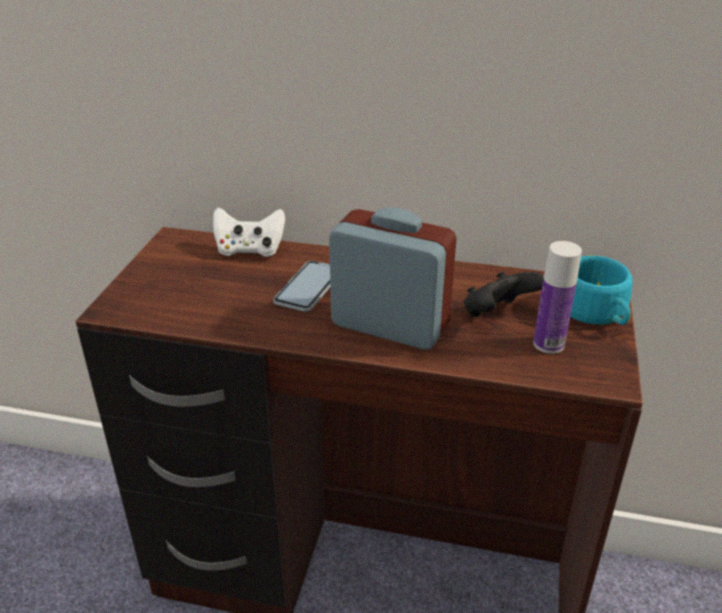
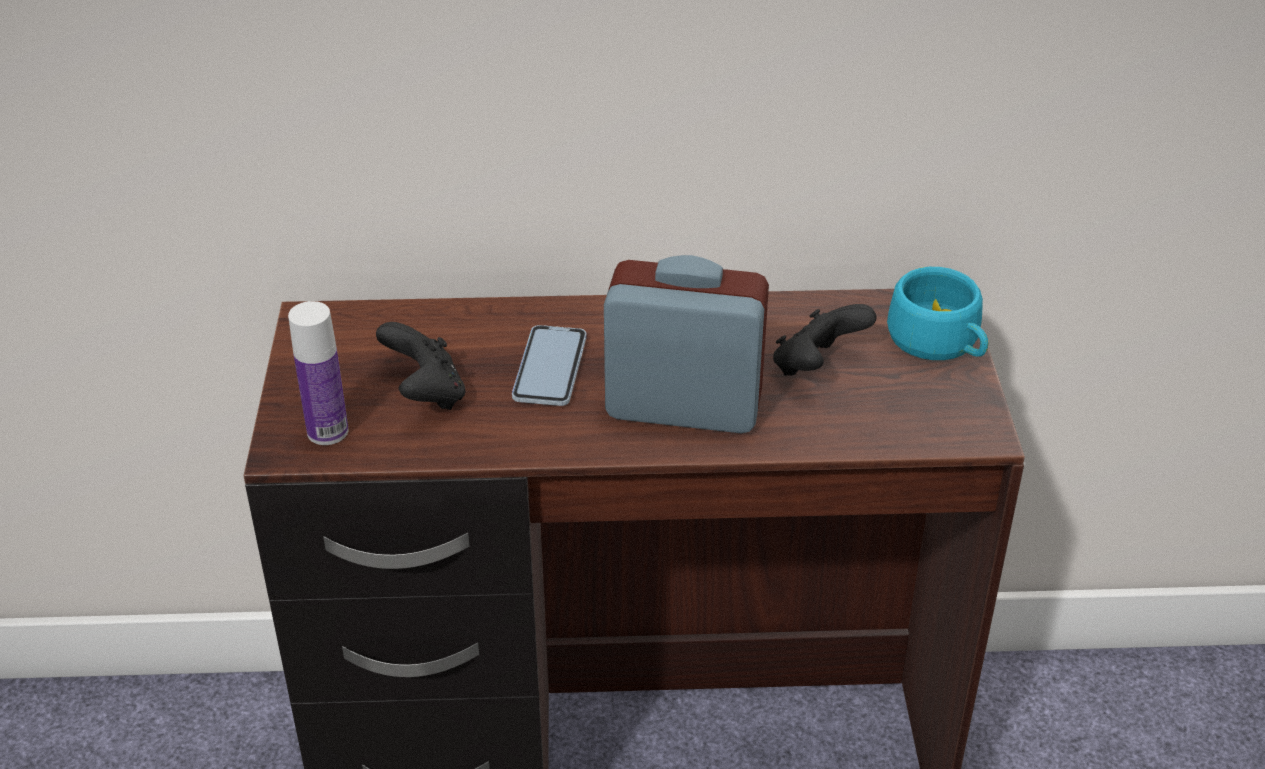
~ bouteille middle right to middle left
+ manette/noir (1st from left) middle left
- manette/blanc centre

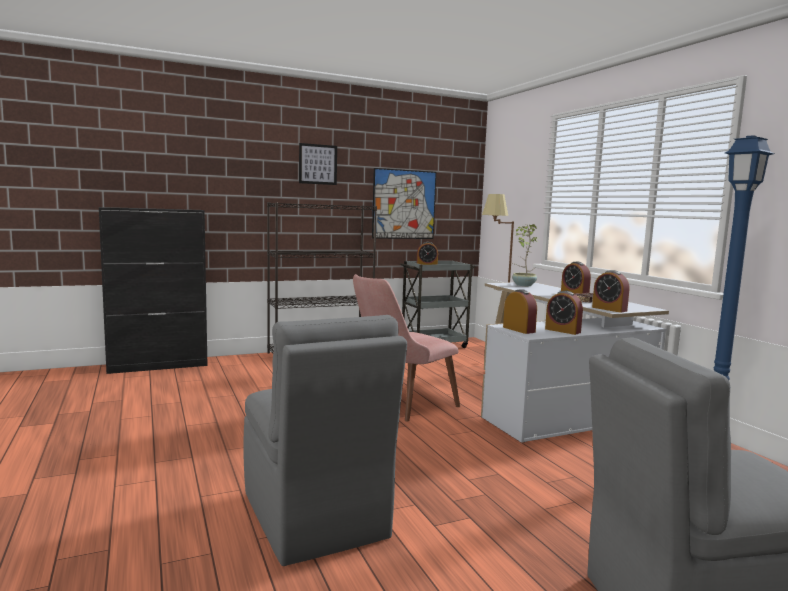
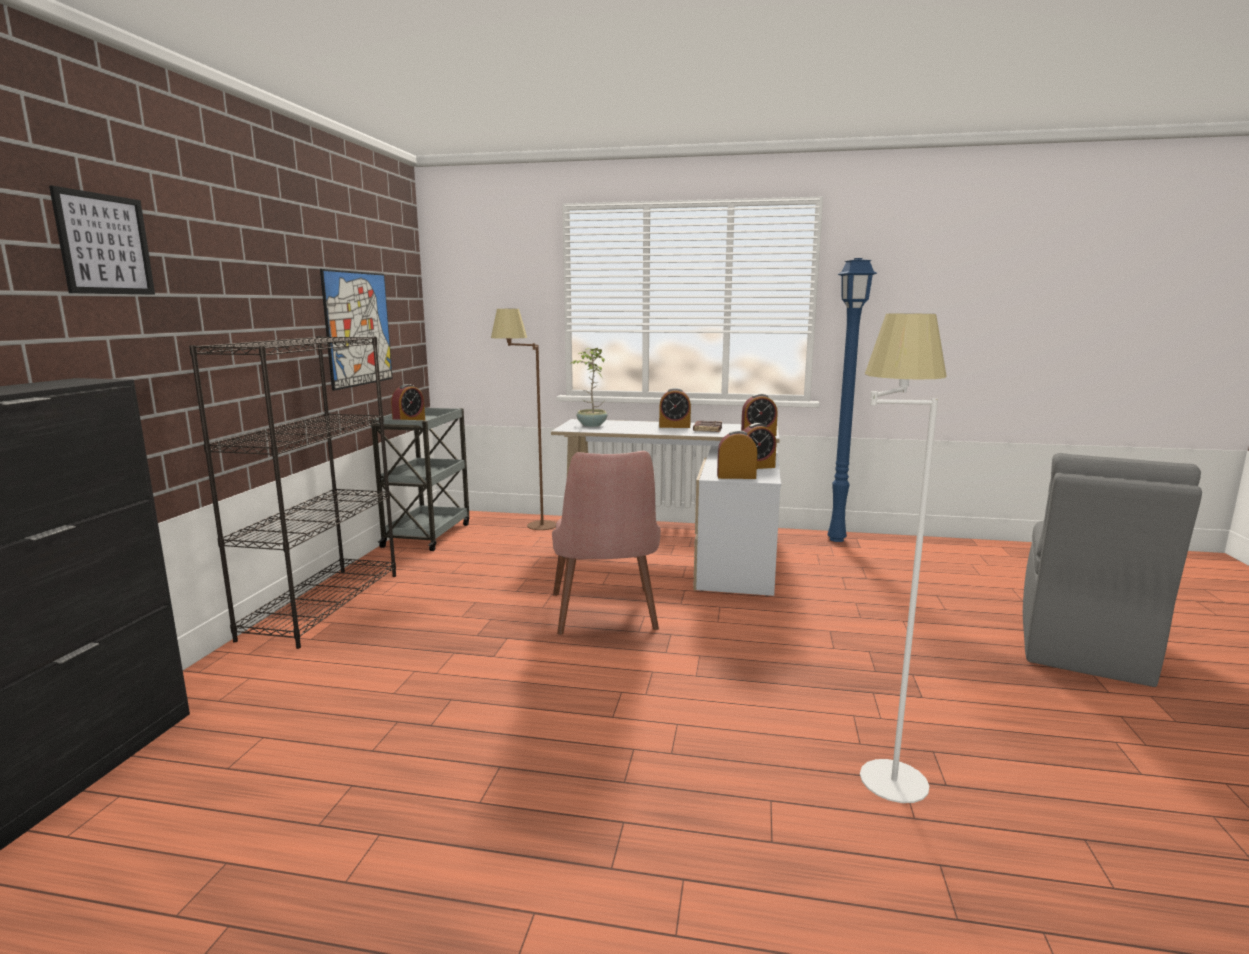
~ tableau (1st from left) top centre to top left
~ chaise/gris (1st from left) bottom centre to lampadaire/blanc middle right

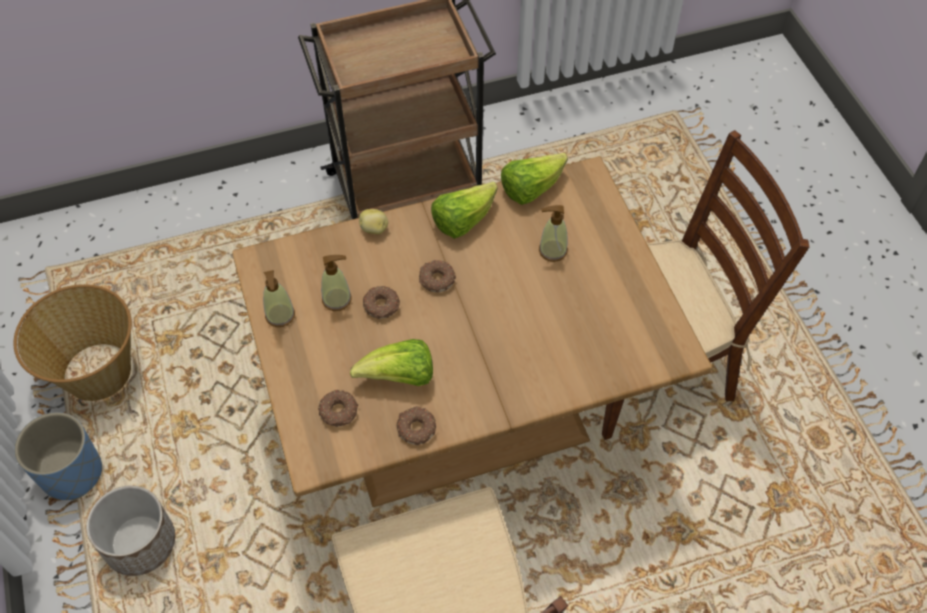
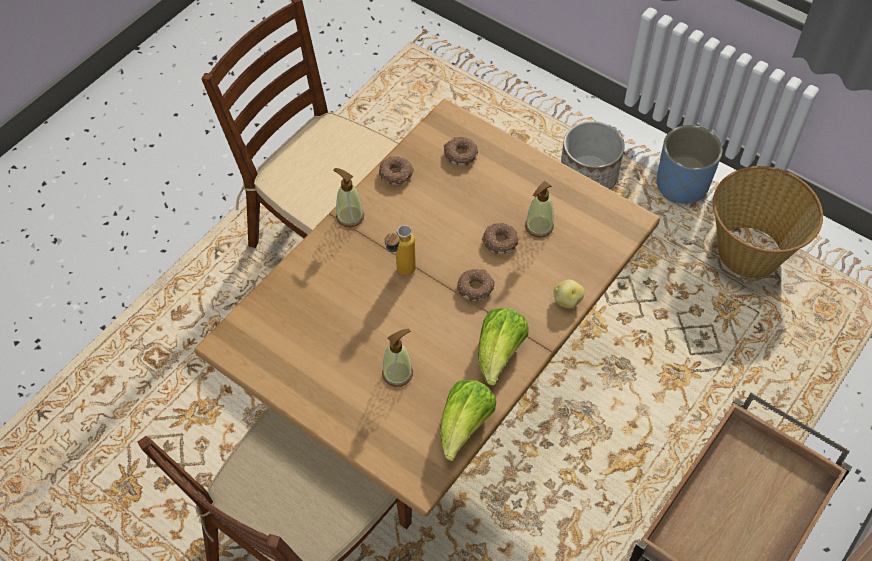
~ distributeur de savon (1st from left) middle left to centre
+ bouteille centre
- laitue (1st from left) centre

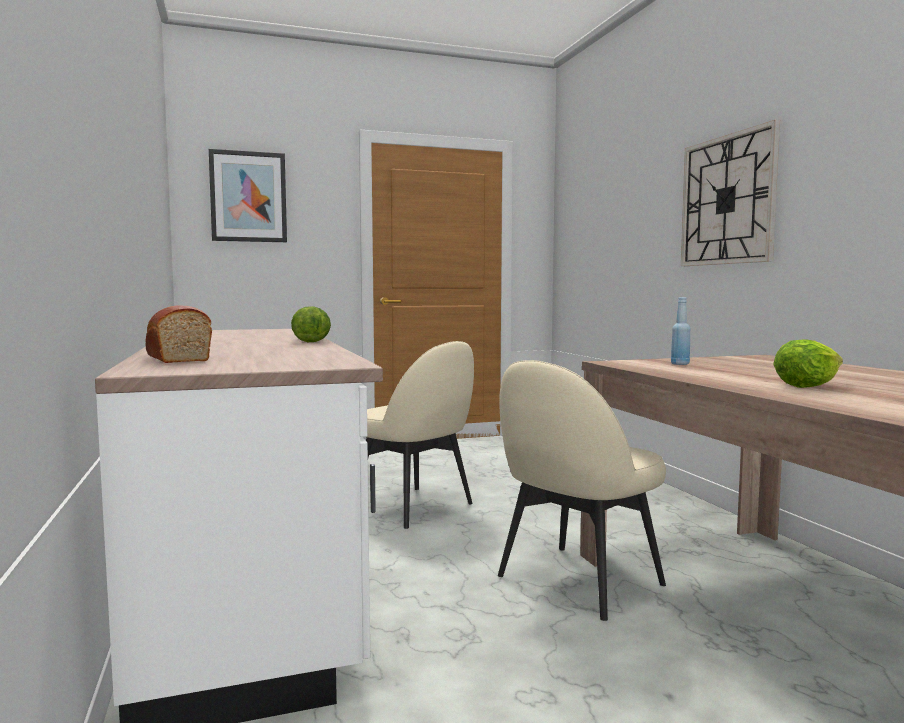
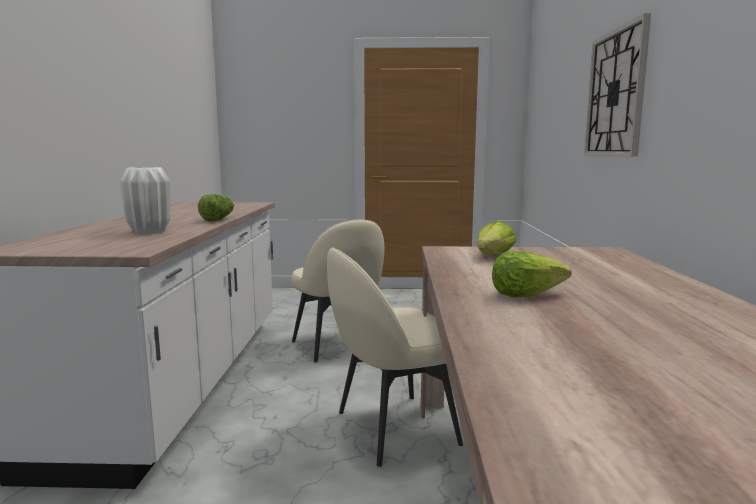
+ vase/blanc middle left
~ bouteille/bleu middle right to laitue (2nd from left) centre
- pain middle left
- tableau top left

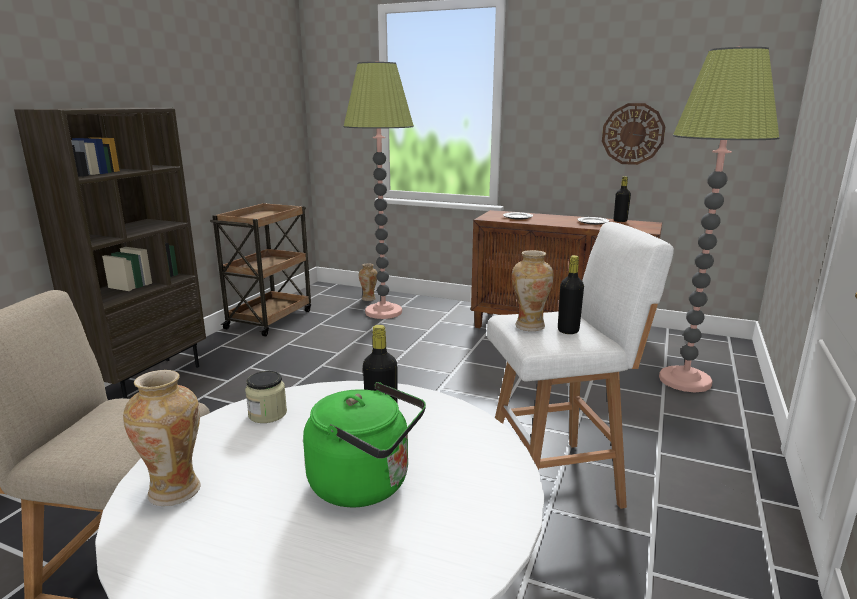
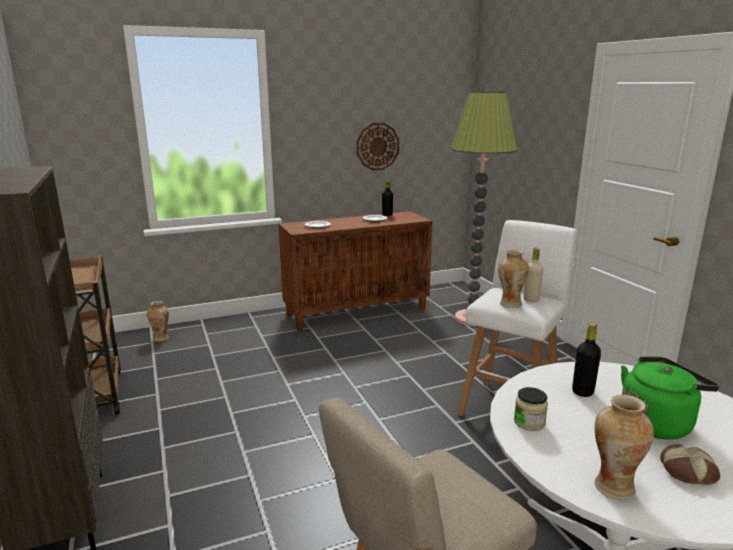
~ bouteille/noir (2nd from left) centre to bouteille/beige middle right
+ pain bottom right
- lampadaire (1st from left) top centre

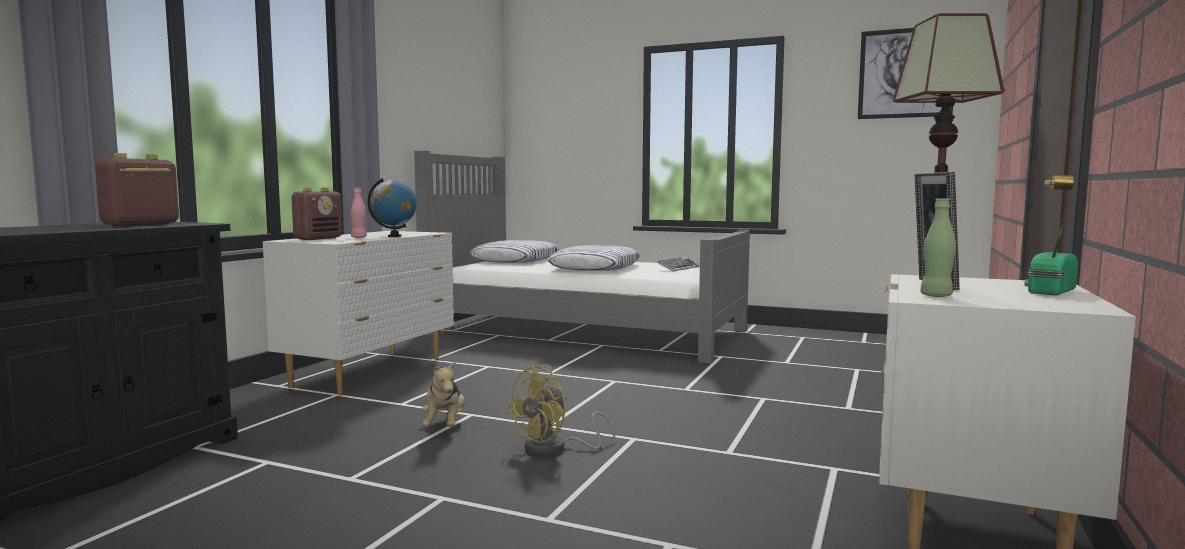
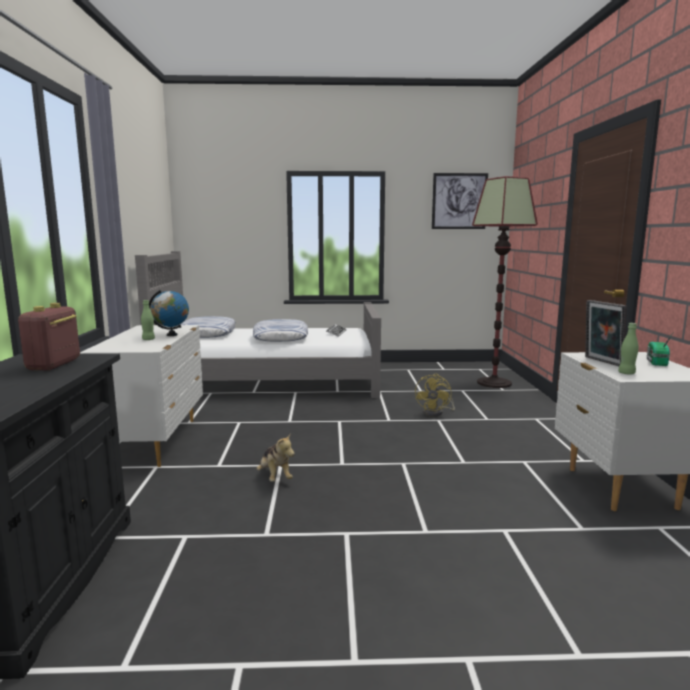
~ bouteille/rose middle left to bouteille/vert (1st from left) middle left
~ ventilateur/jaune bottom centre to centre
- radio (2nd from left) middle left

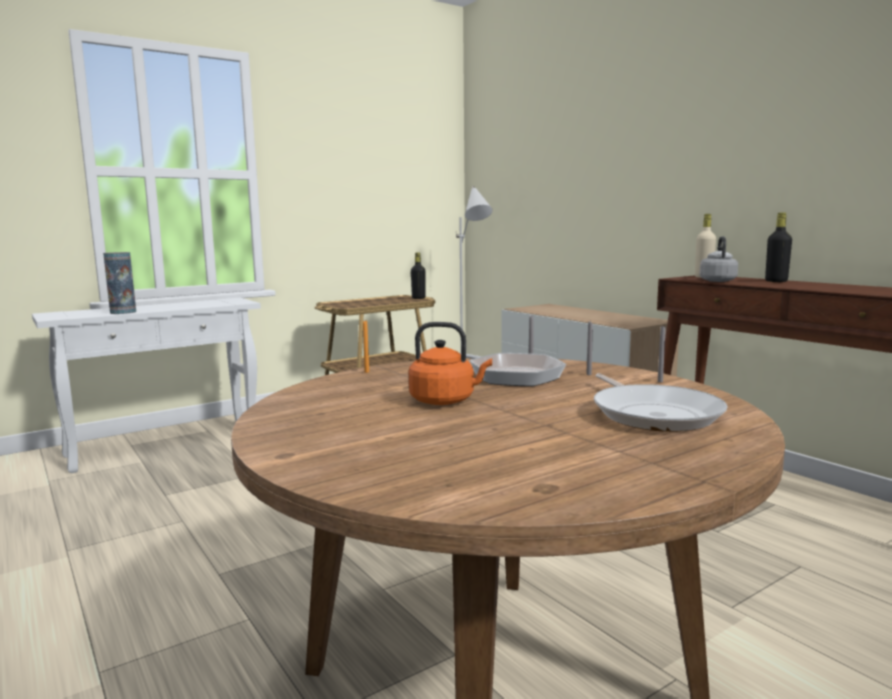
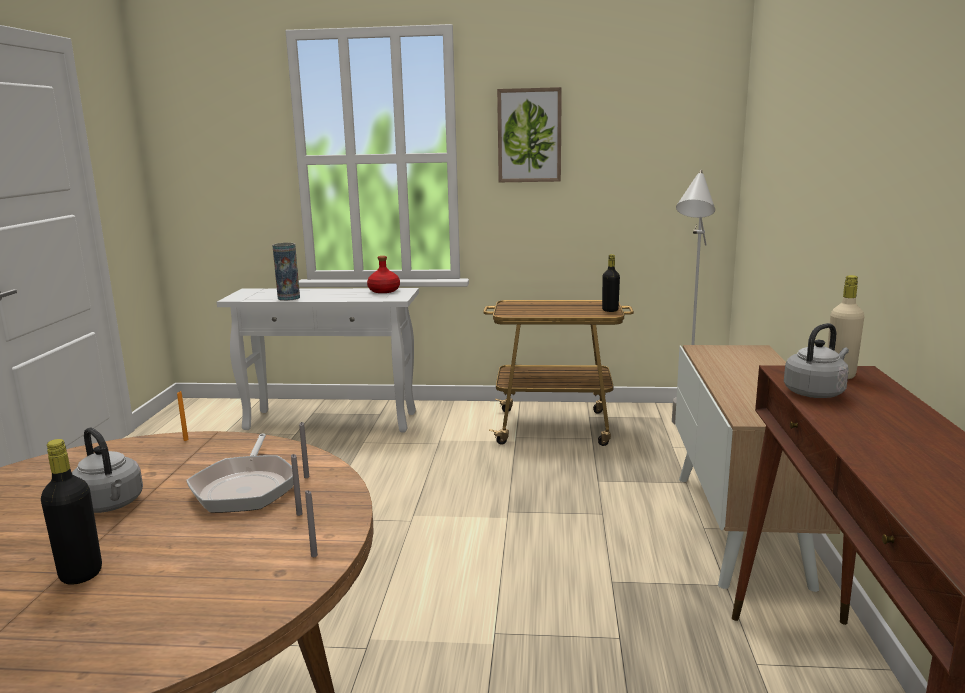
~ bouteille/noir (2nd from left in the first image) middle right to bouteille/noir (1st from left) bottom left
~ bouilloire/orange centre to bouilloire/gris (1st from left) bottom left
+ bouteille/rouge centre
+ tableau top centre
- poêle (2nd from left) middle right

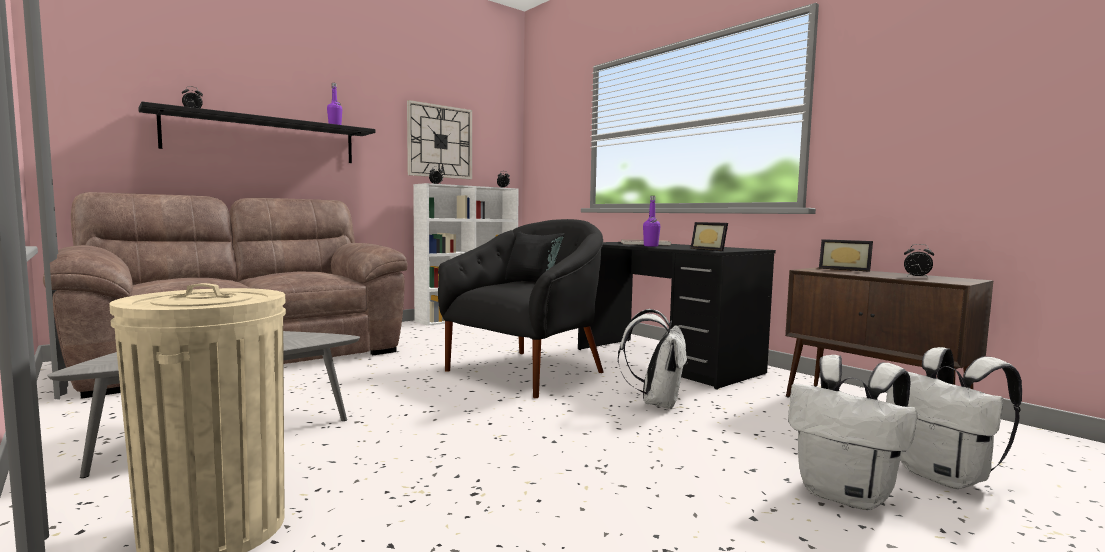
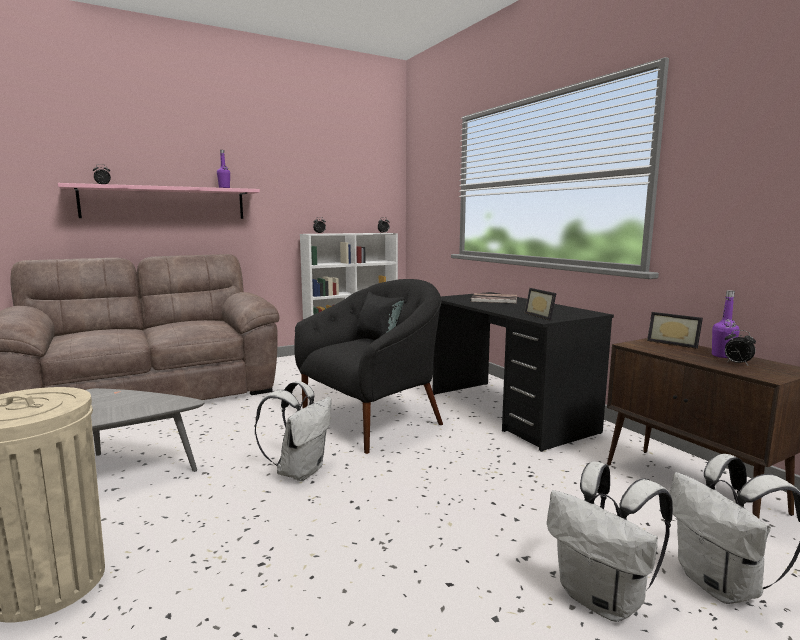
~ étagère/noir top left to étagère/rose top left
~ sac à dos/blanc (1st from left) centre to bottom centre
~ bouteille/violet (2nd from left) centre to middle right
- horloge murale top centre

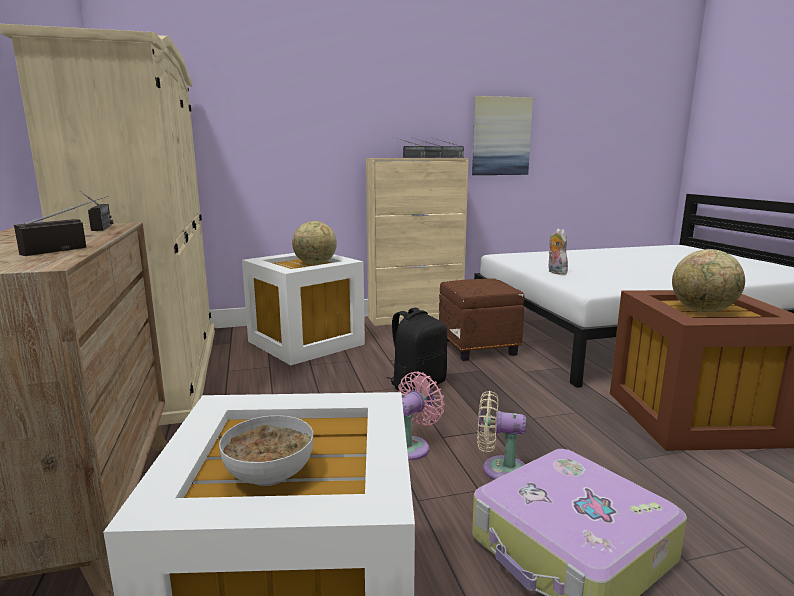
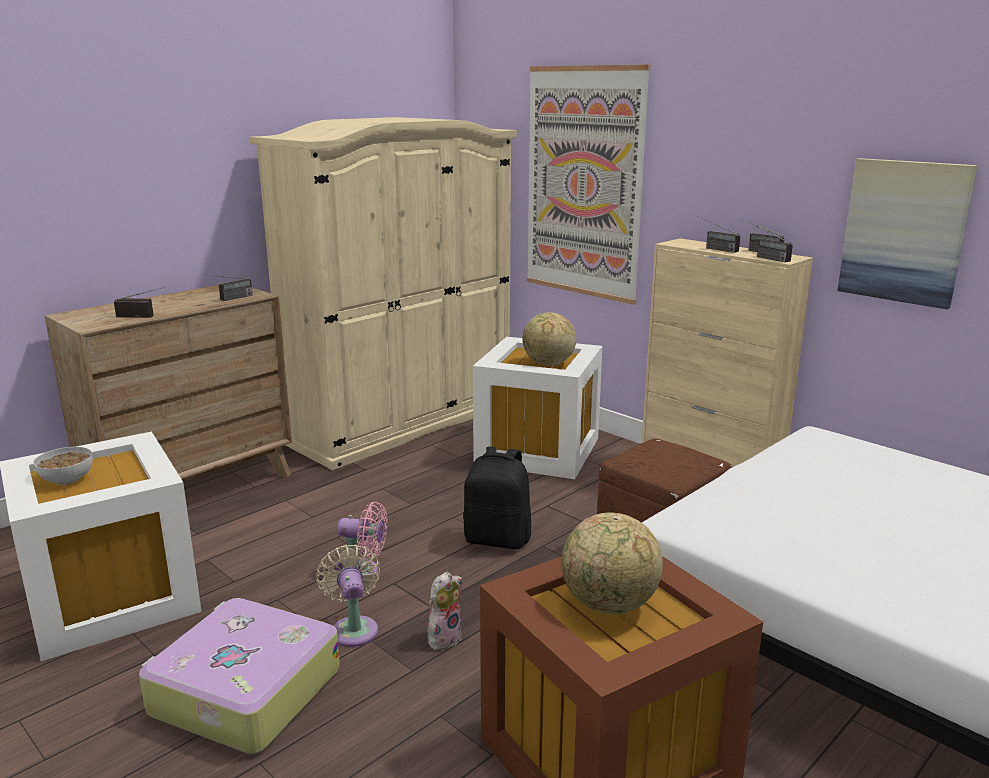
~ peluche middle right to bottom centre
+ tableau (1st from left) top centre

